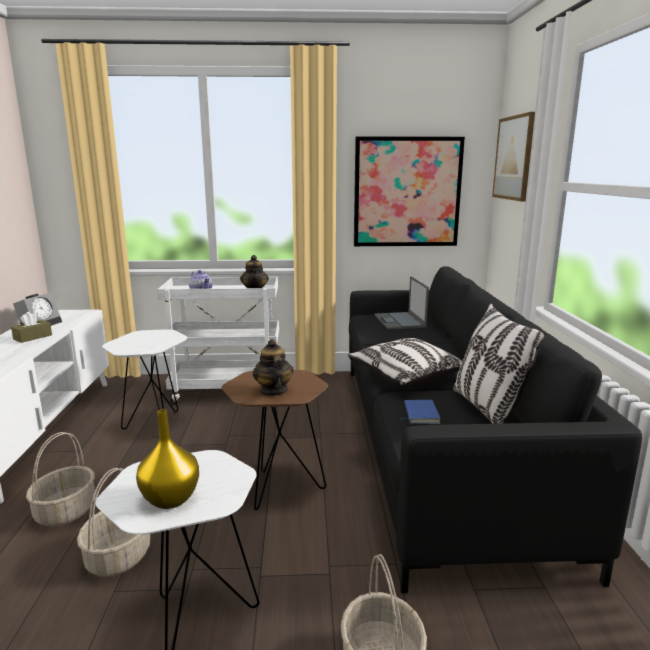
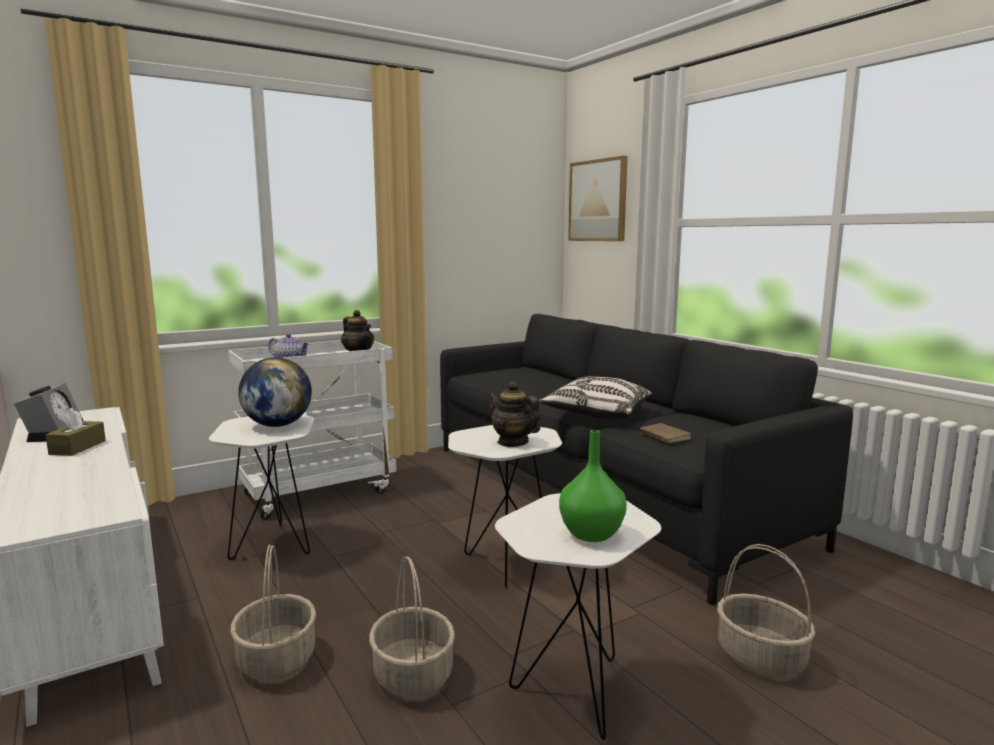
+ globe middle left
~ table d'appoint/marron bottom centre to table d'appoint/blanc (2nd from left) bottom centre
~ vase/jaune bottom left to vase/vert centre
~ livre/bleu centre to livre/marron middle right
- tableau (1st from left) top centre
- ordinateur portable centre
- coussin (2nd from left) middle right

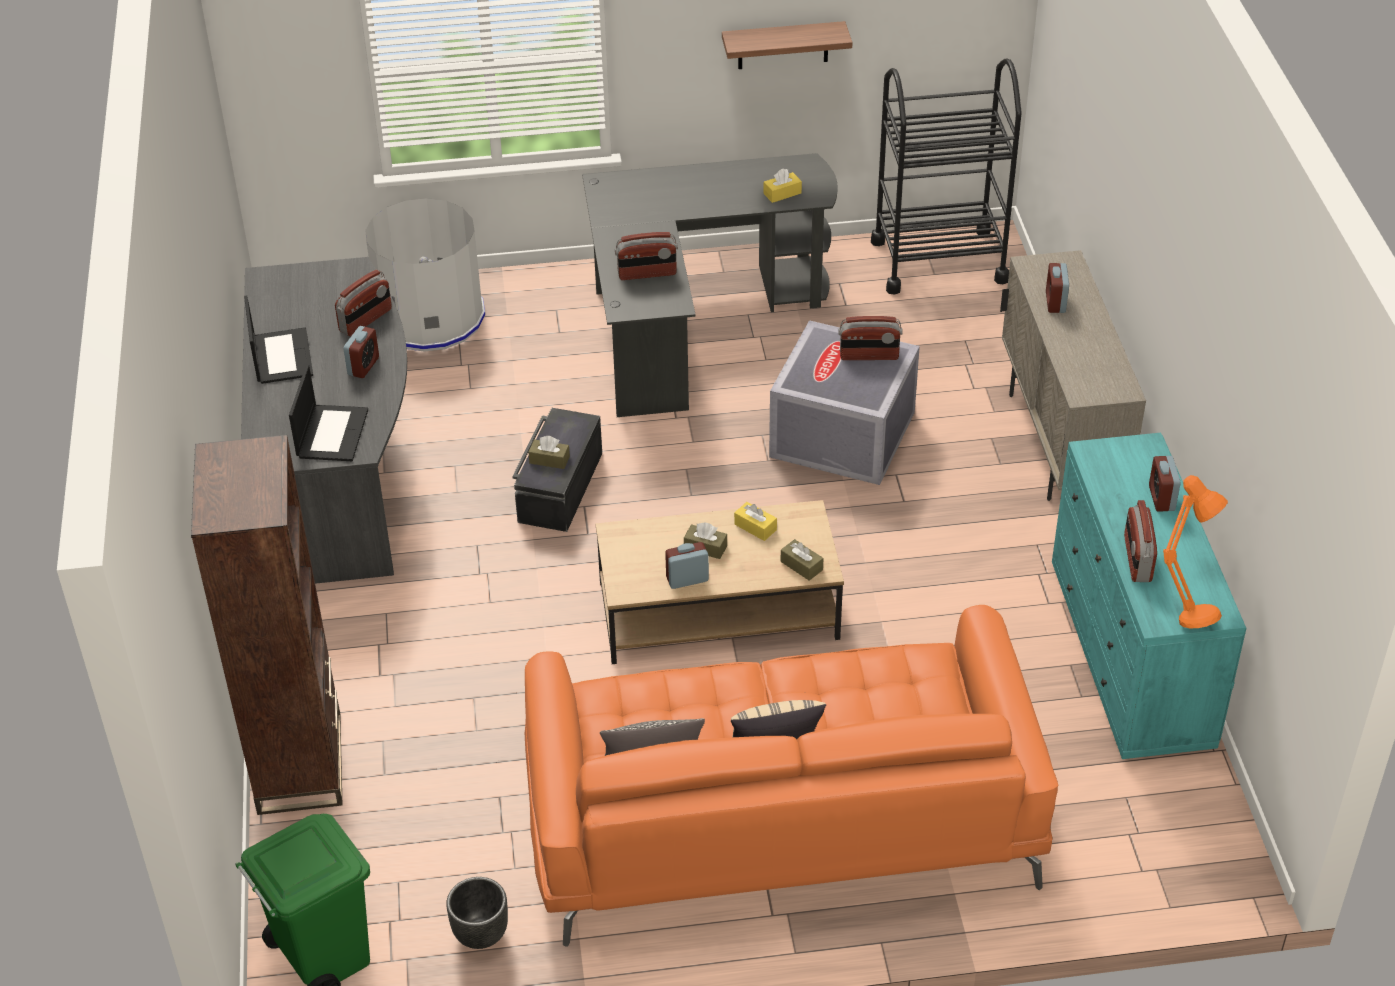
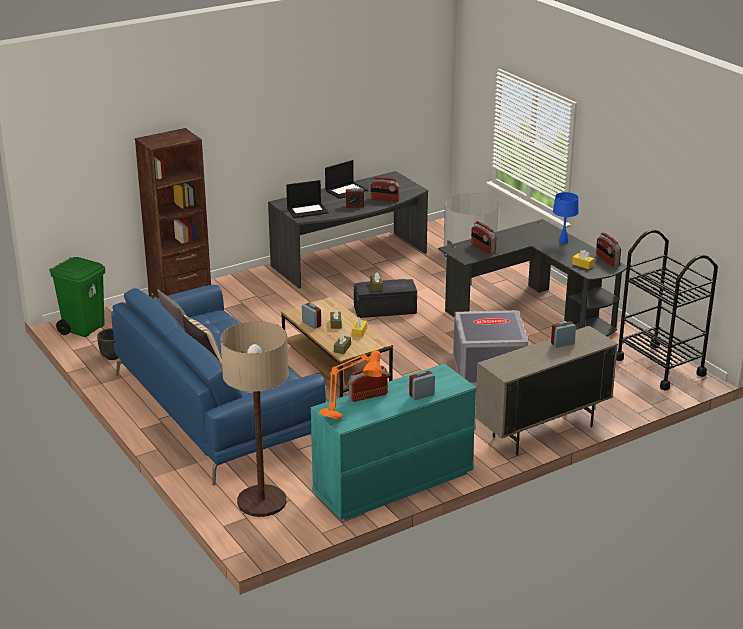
~ canapé/orange bottom centre to canapé/bleu middle left
+ lampadaire centre
+ lampe de table/bleu middle right
~ radio (3rd from left in the first image) centre to radio (4th from left) middle right
- étagère top centre

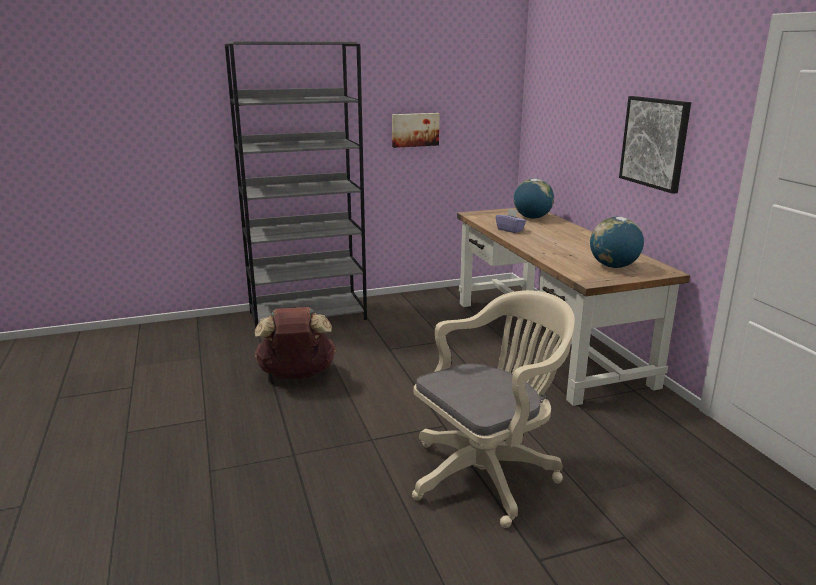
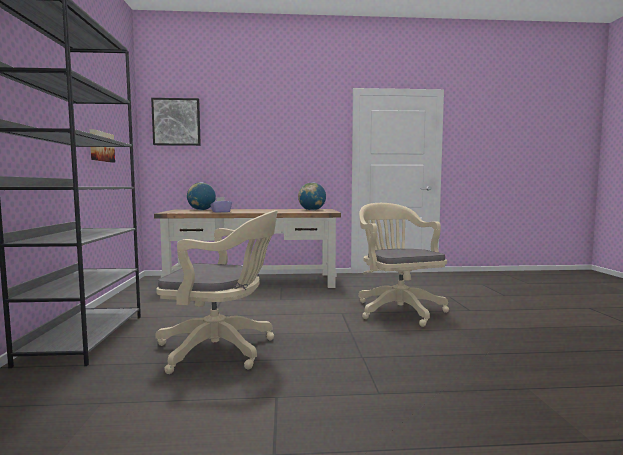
~ tableau (2nd from left) top right to top left
~ sac à dos/marron centre to chaise de bureau/beige (1st from left) centre

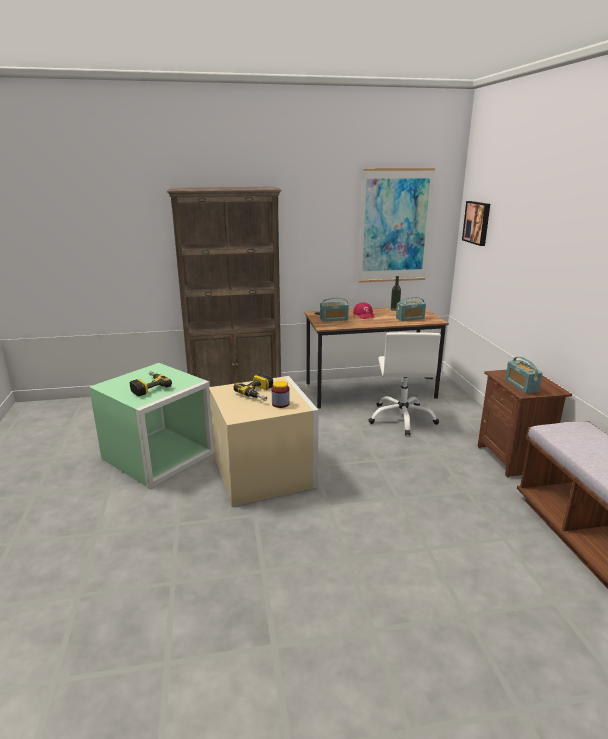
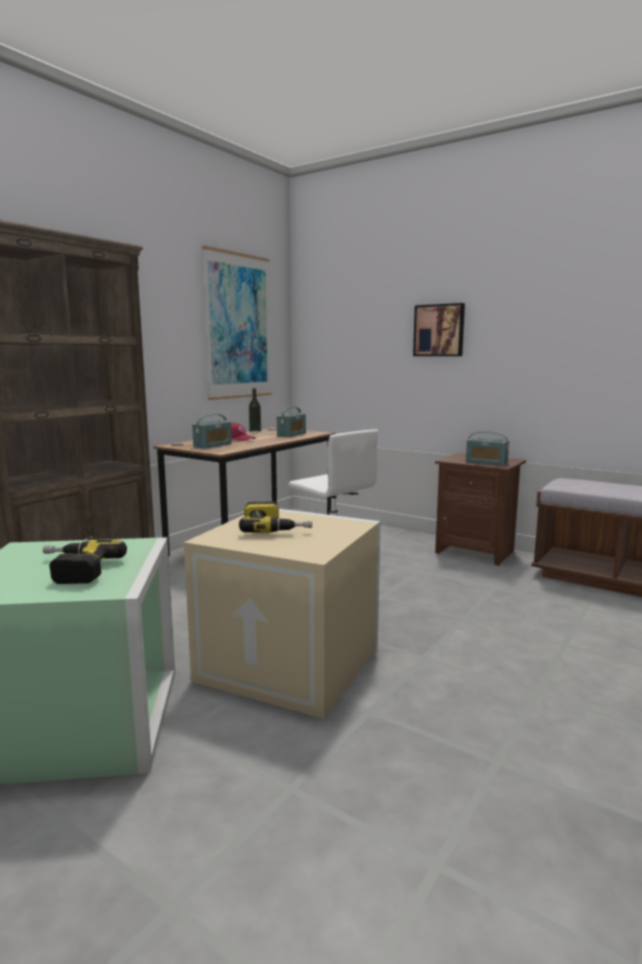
~ tableau (2nd from left) top right to middle right
- bocal centre

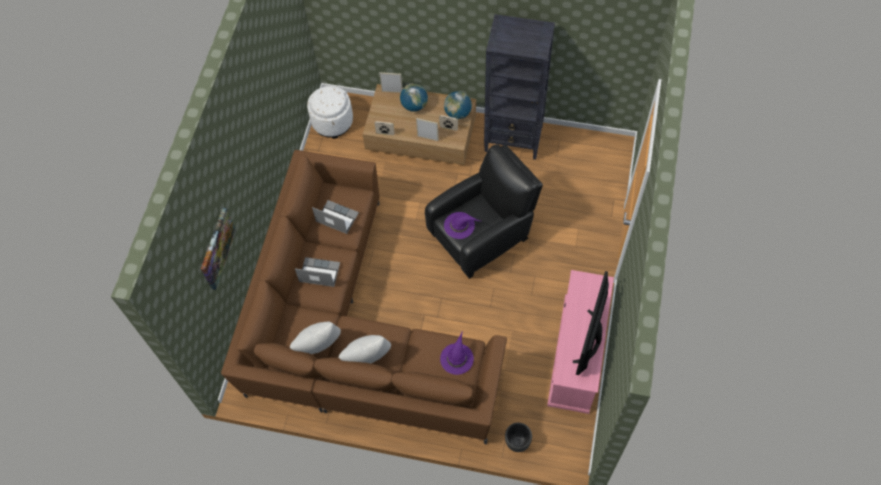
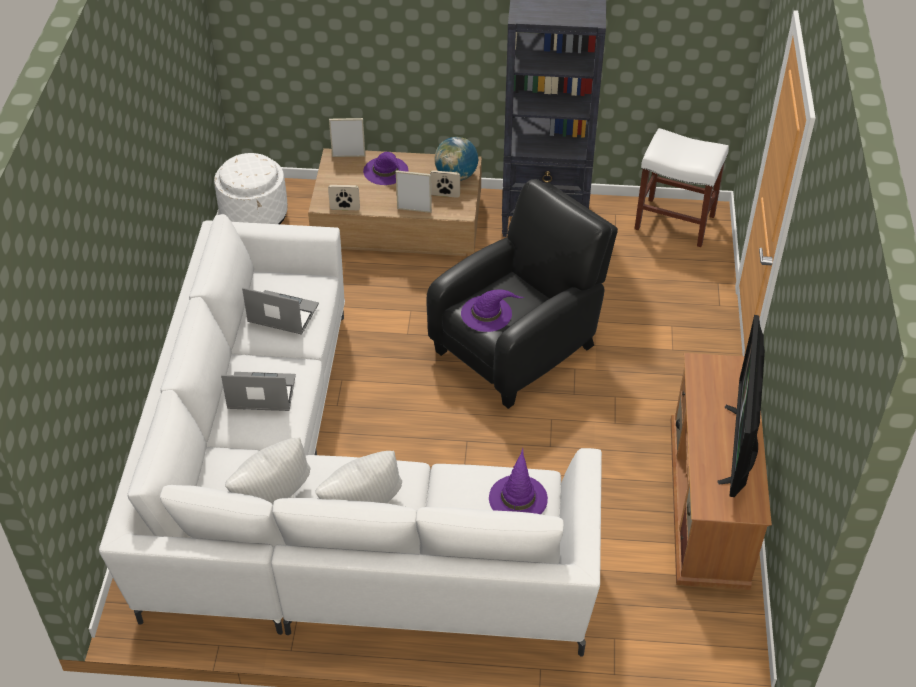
~ canapé/marron centre to canapé/blanc centre
~ globe (1st from left) top centre to chapeau/violet (1st from left) top centre
+ tabouret/blanc top right
~ meuble télé/rose bottom centre to meuble télé/marron bottom right
- tableau middle left
- cache-pot/noir bottom centre

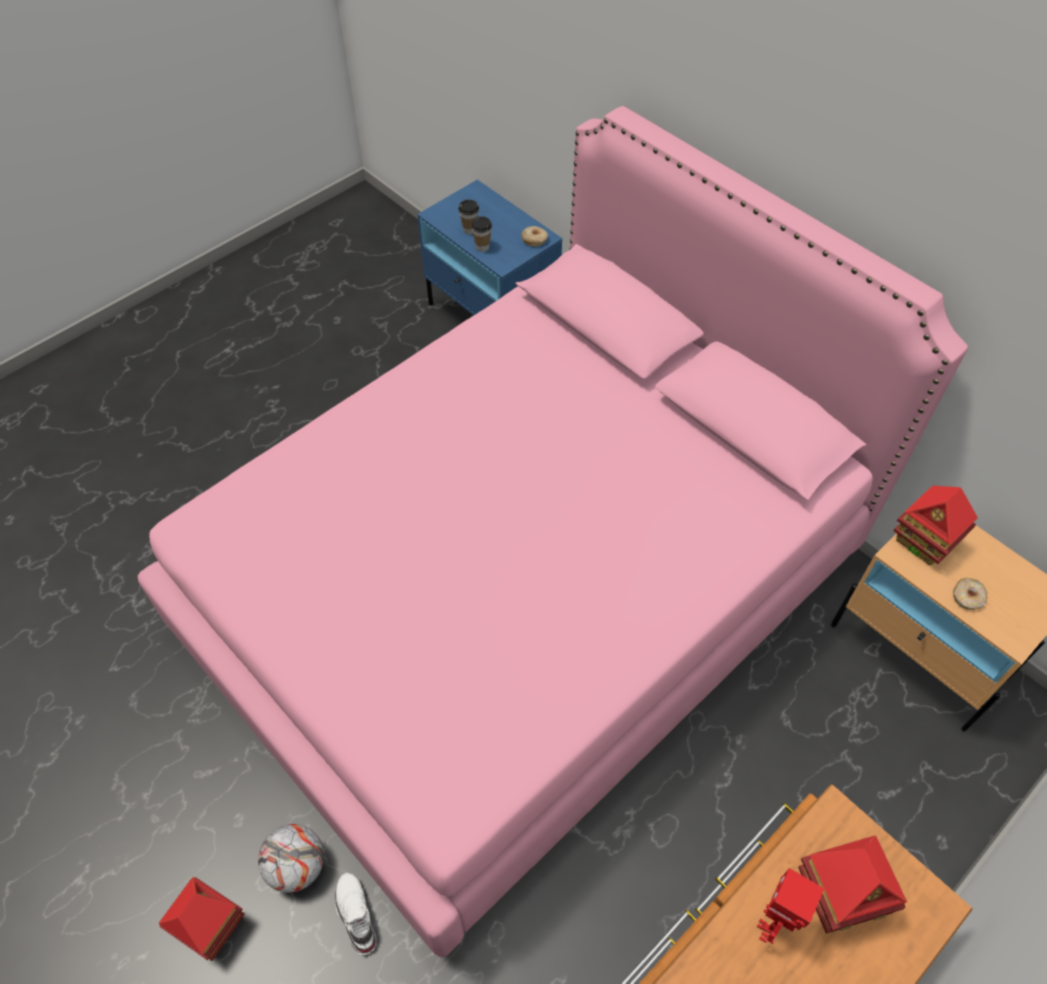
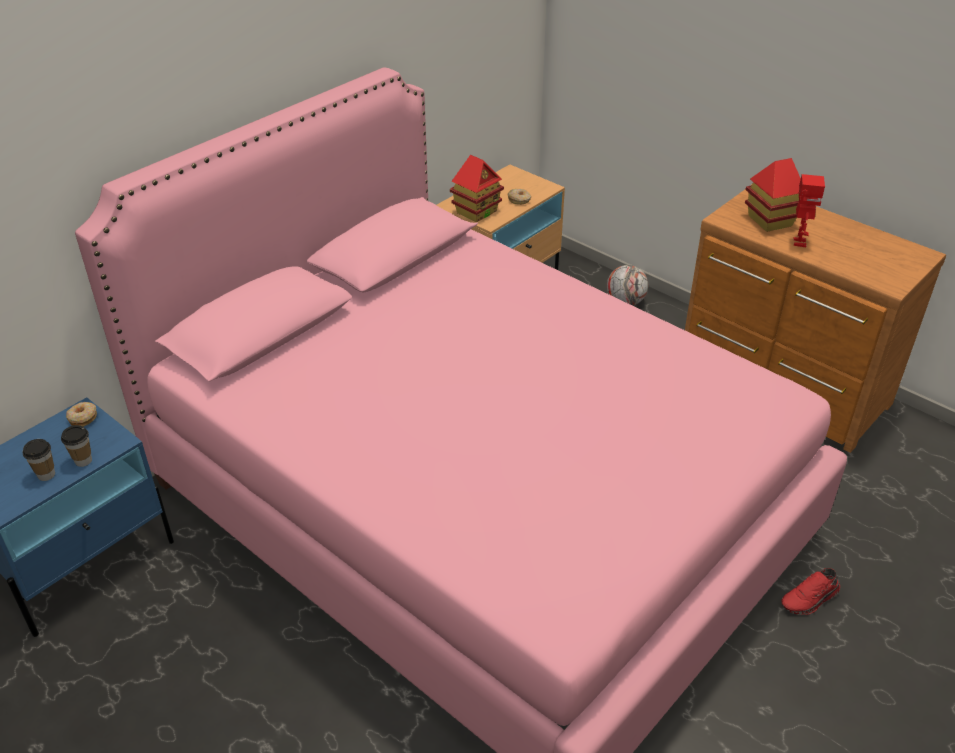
~ ballon de foot bottom left to centre
~ chaussure/blanc bottom centre to chaussure/rouge bottom right
~ robot jouet bottom right = top right 105 degrees counterclockwise
- maison miniature (1st from left) bottom left

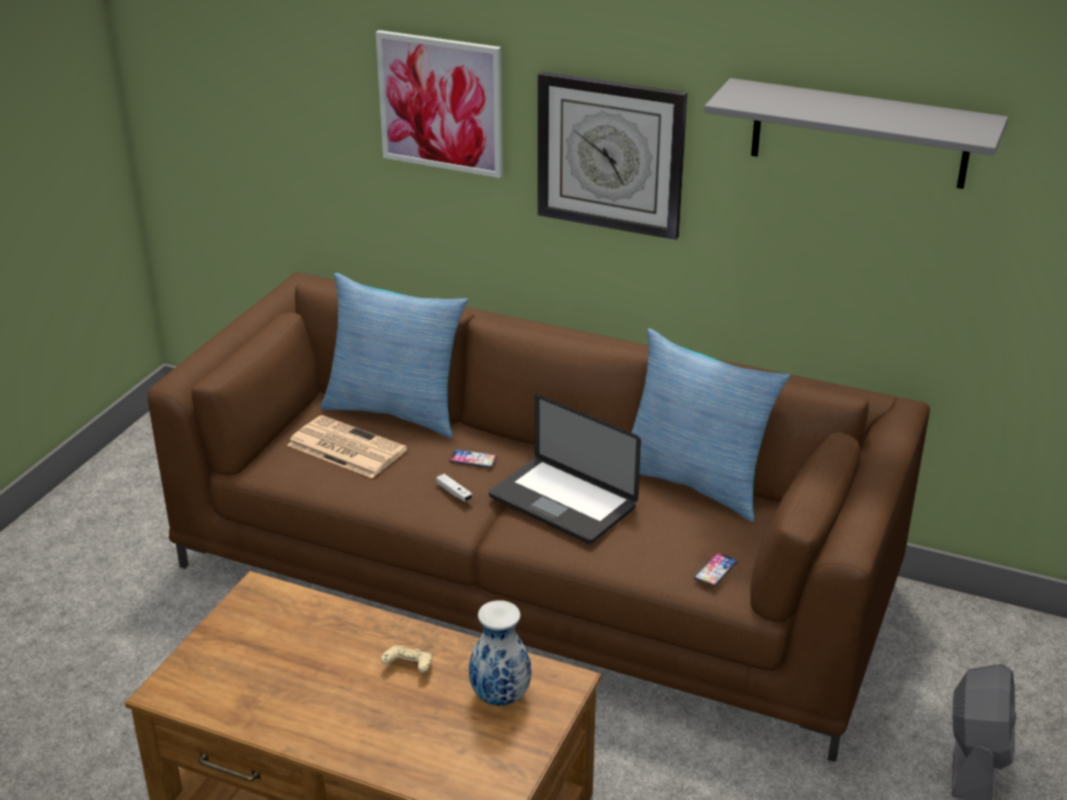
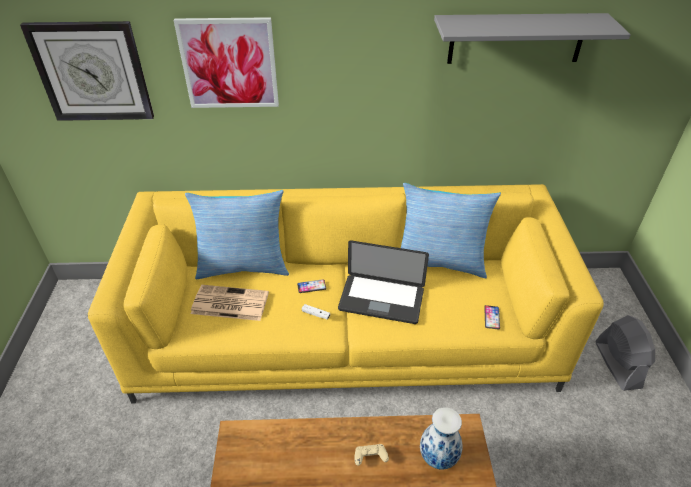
~ horloge murale top centre to top left
~ canapé/marron centre to canapé/jaune centre

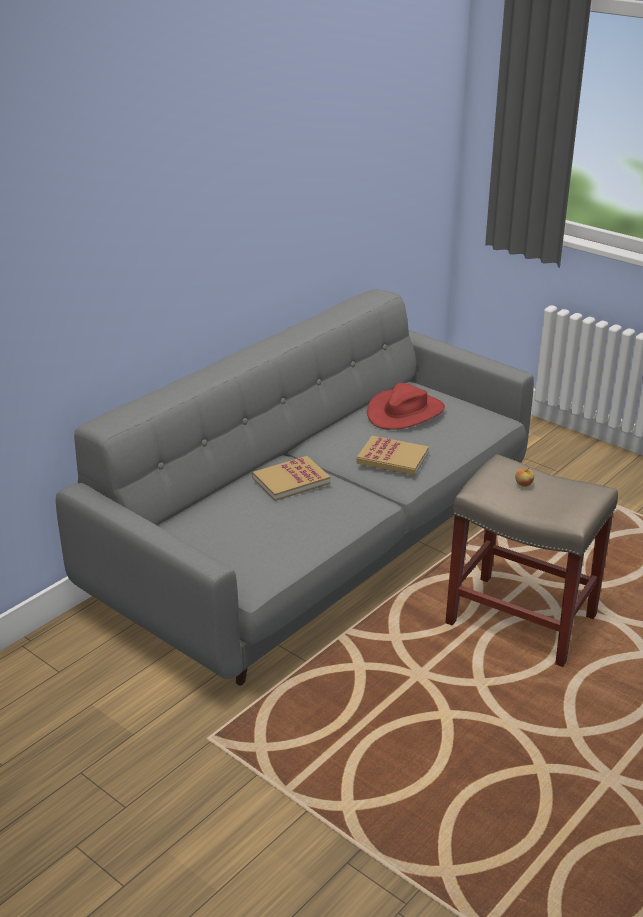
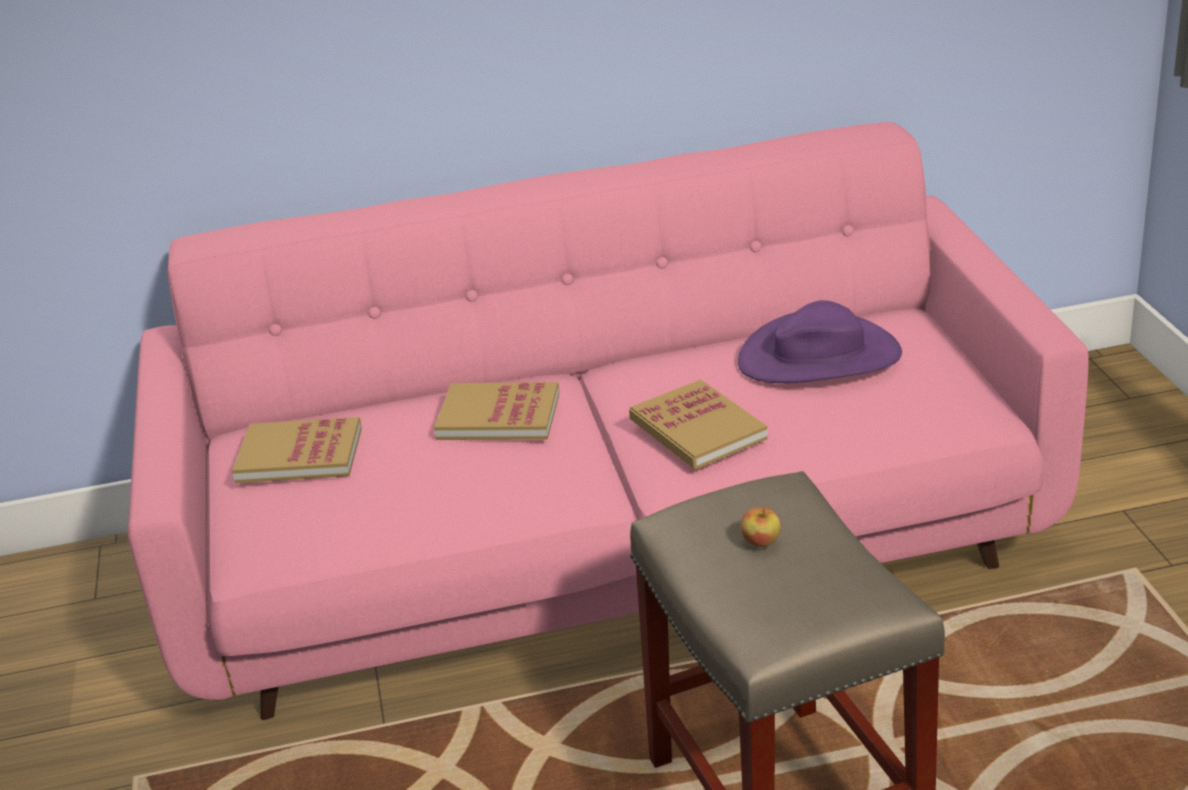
~ canapé/gris centre to canapé/rose centre
+ livre (1st from left) middle left
~ chapeau/rouge centre to chapeau/violet middle right

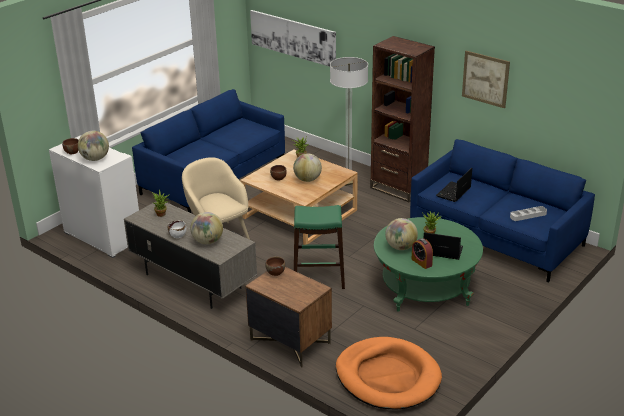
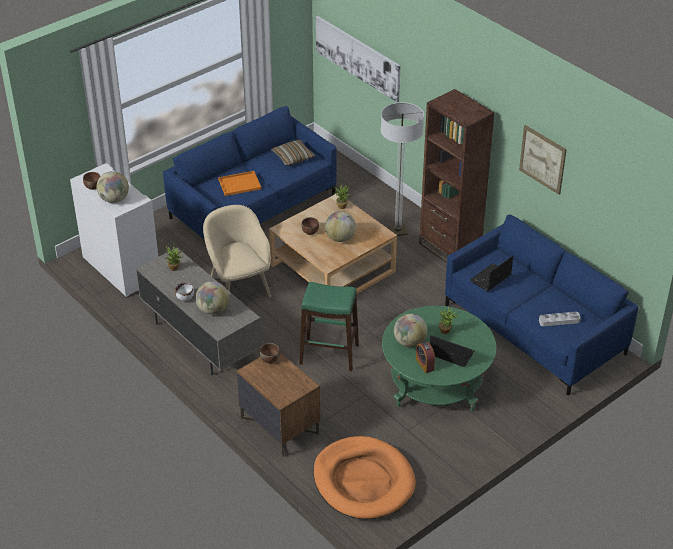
+ plateau/orange centre
+ coussin top centre

